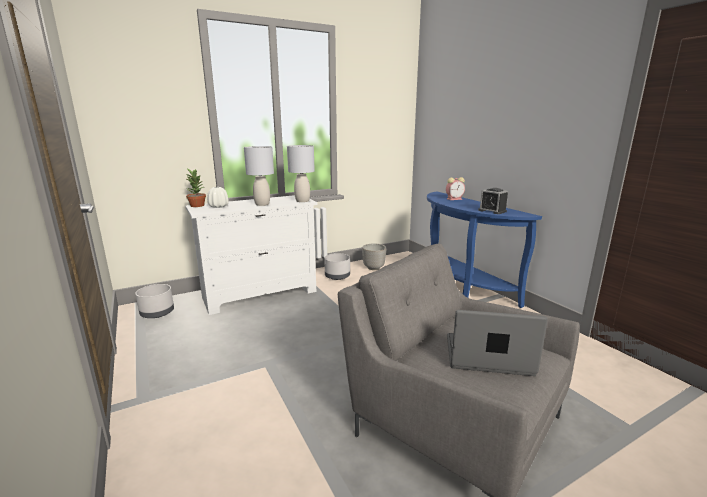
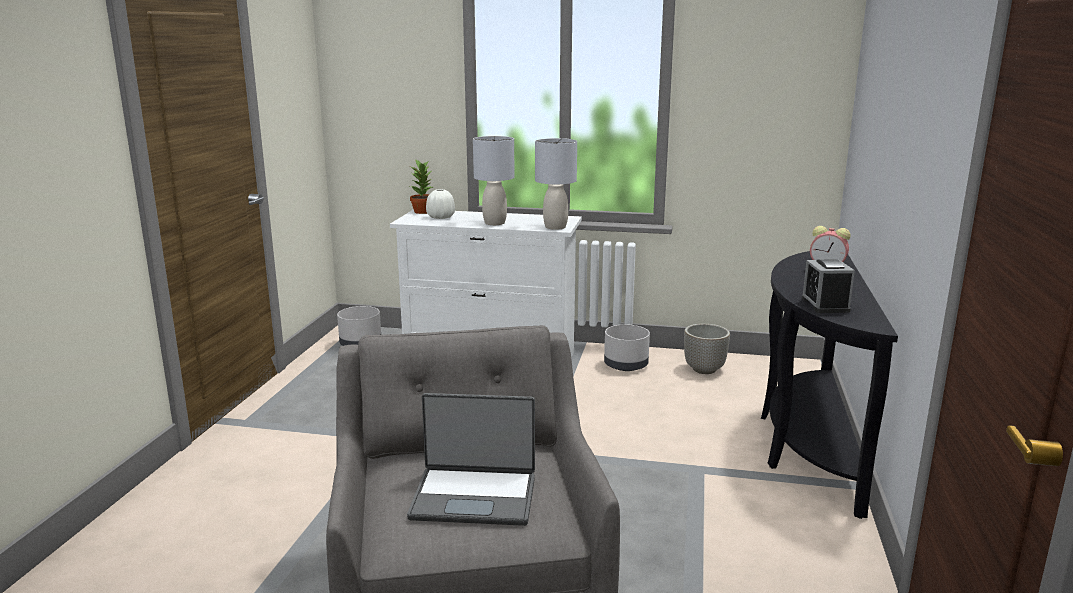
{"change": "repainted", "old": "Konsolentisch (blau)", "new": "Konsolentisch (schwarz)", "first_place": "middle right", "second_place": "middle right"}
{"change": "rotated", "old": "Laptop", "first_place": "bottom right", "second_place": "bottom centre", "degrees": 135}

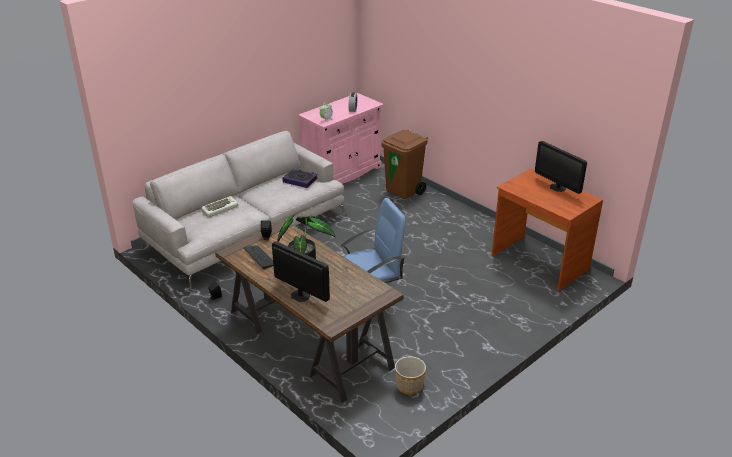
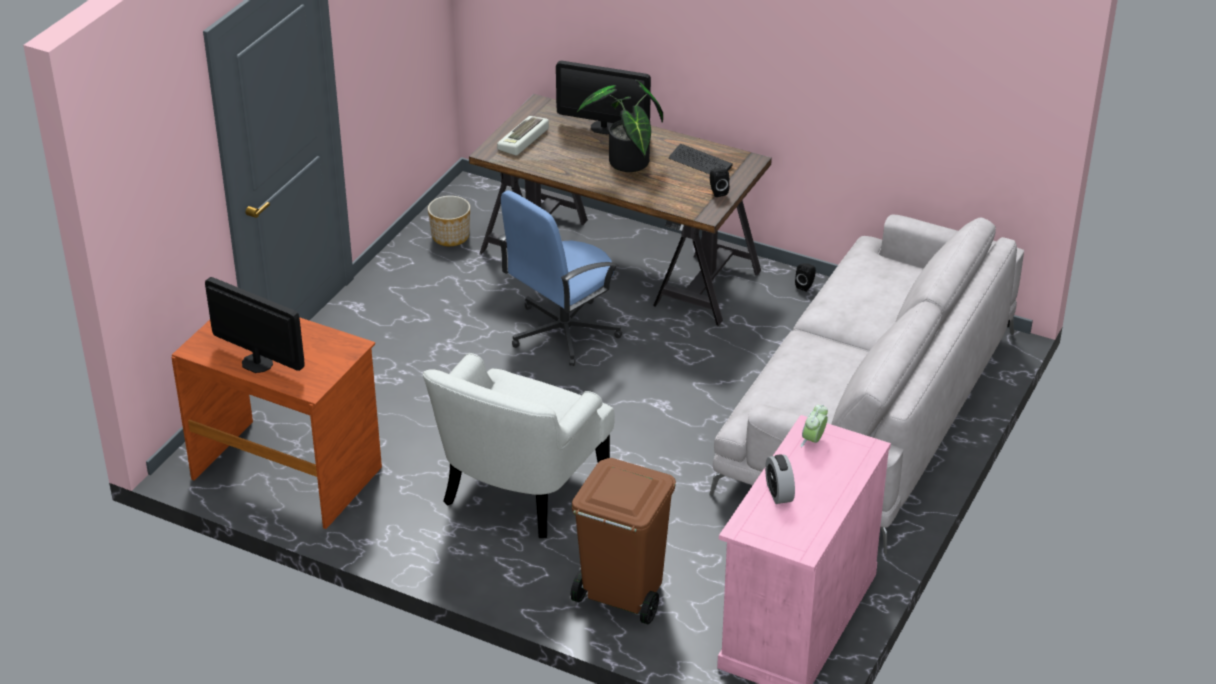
{"change": "gone", "old": "Buch", "first_place": "centre"}
{"change": "new", "new": "Sessel (weiß)", "second_place": "centre"}
{"change": "shifted", "old": "Tastatur (no. 1 from left)", "first_place": "middle left", "second_place": "top centre"}

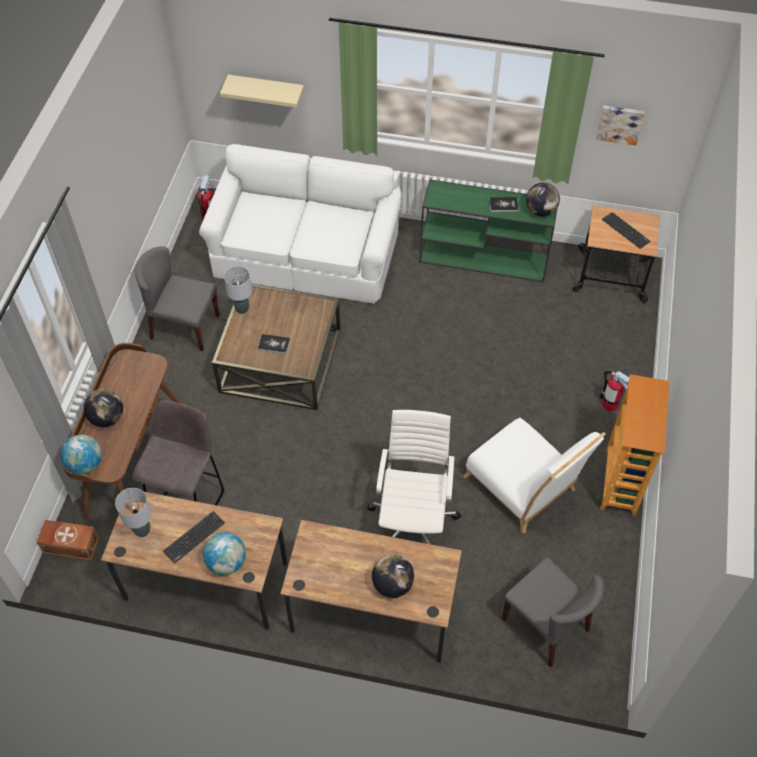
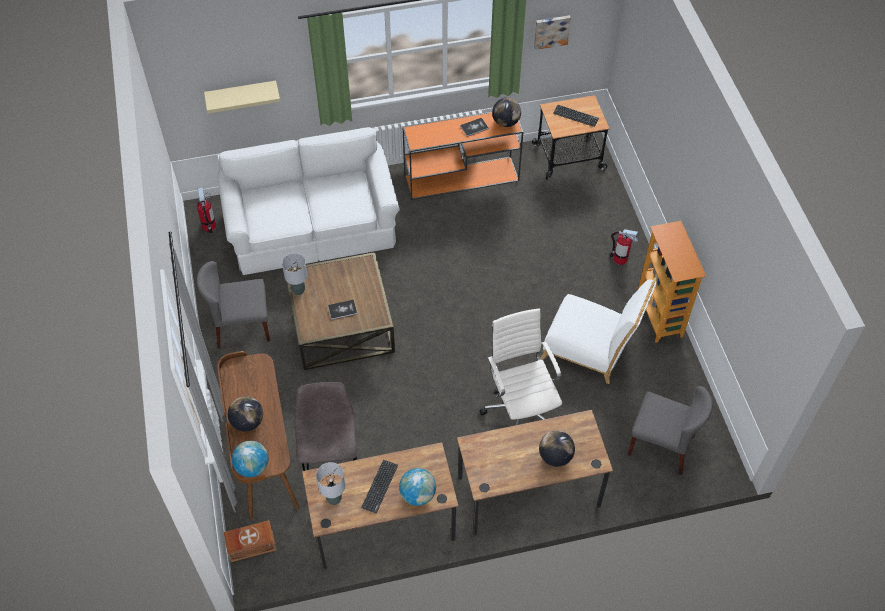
{"change": "repainted", "old": "Konsolentisch (grün)", "new": "Konsolentisch (orange)", "first_place": "top centre", "second_place": "top centre"}

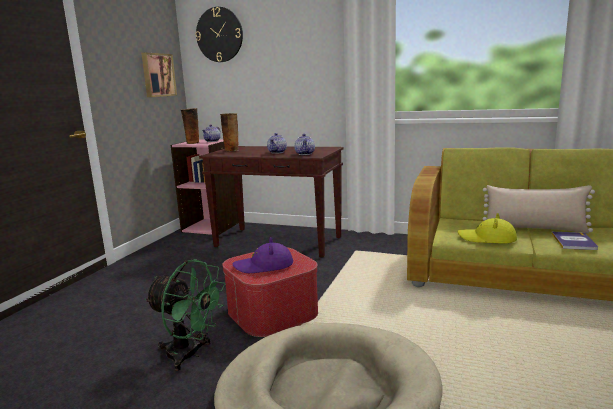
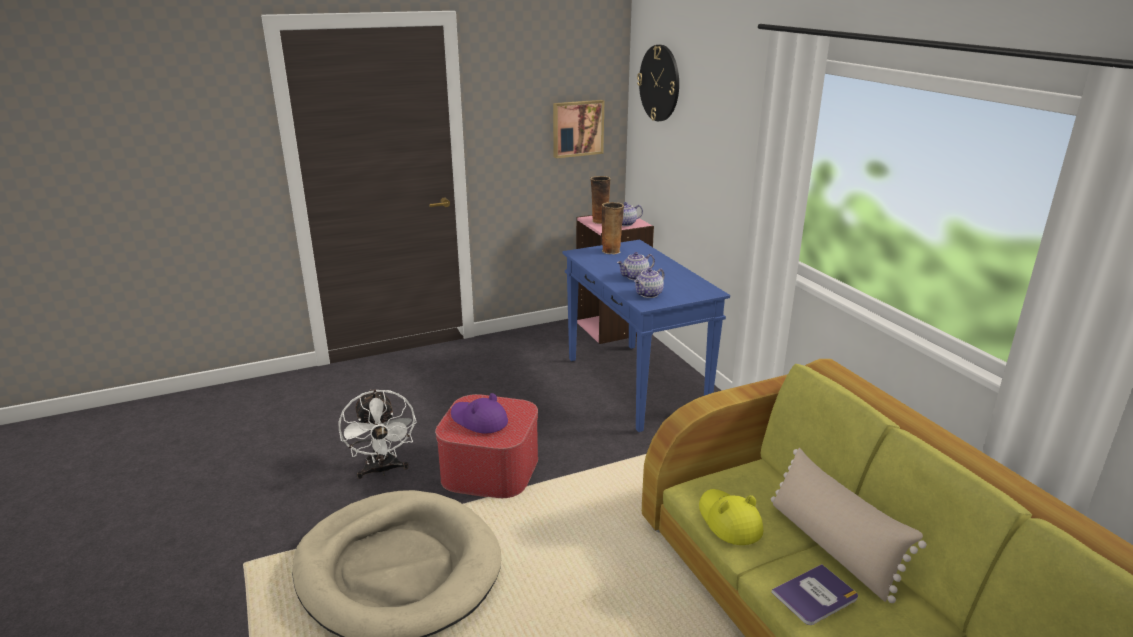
{"change": "repainted", "old": "Ventilator (grün)", "new": "Ventilator (weiß)", "first_place": "bottom left", "second_place": "bottom centre"}
{"change": "repainted", "old": "Konsolentisch (braun)", "new": "Konsolentisch (blau)", "first_place": "centre", "second_place": "centre"}

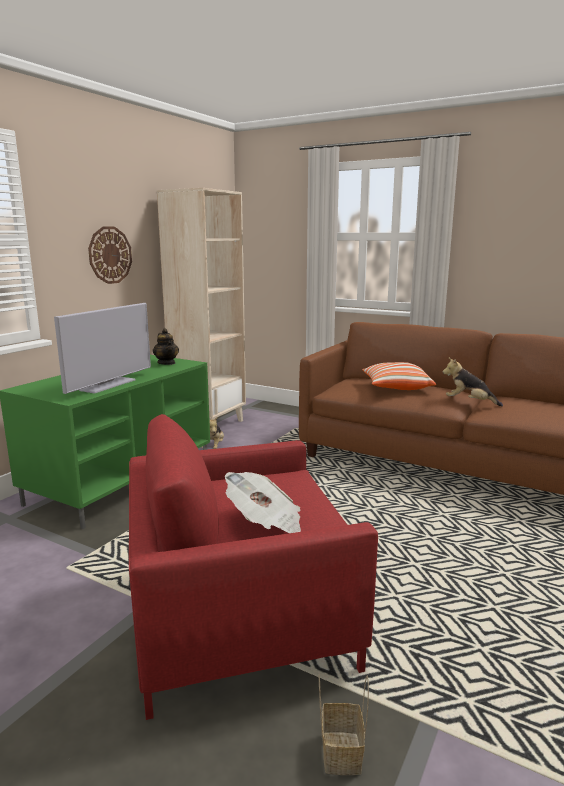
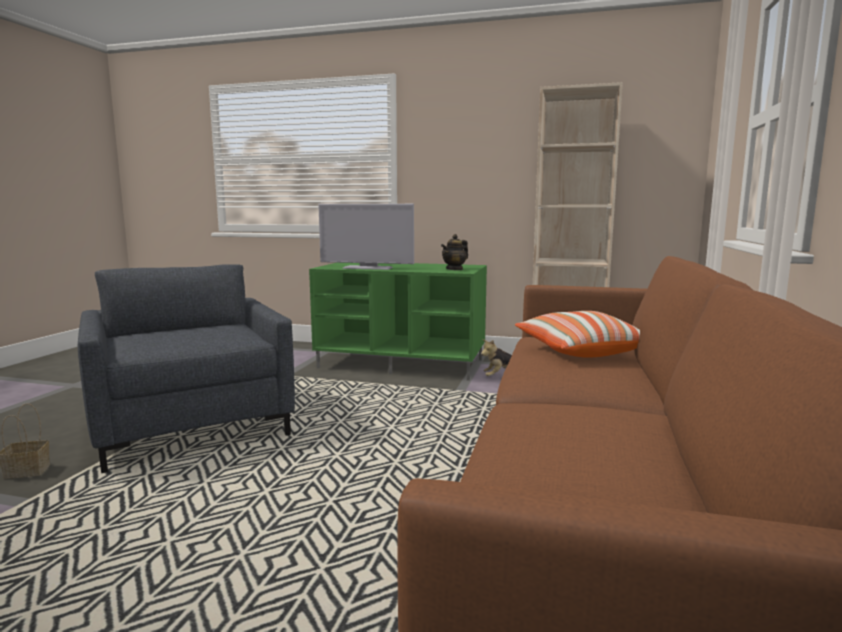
{"change": "gone", "old": "Wanduhr", "first_place": "top left"}
{"change": "gone", "old": "Zeitung", "first_place": "centre"}
{"change": "gone", "old": "Plüschtier (no. 2 from left)", "first_place": "middle right"}
{"change": "repainted", "old": "Sessel (rot)", "new": "Sessel (grau)", "first_place": "bottom centre", "second_place": "middle left"}

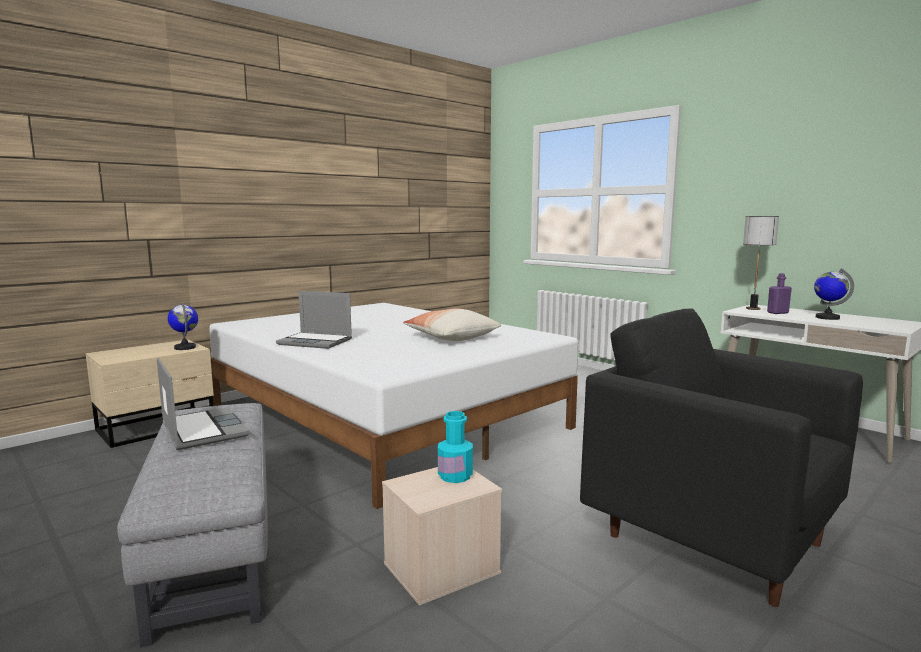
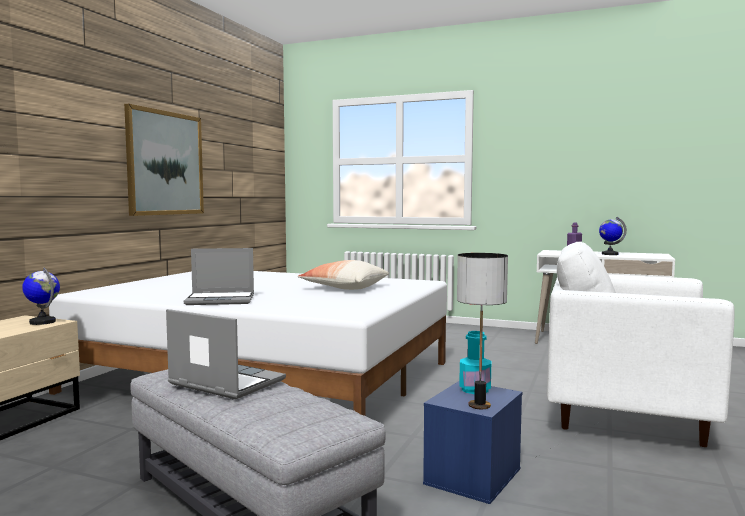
{"change": "new", "new": "Bild", "second_place": "top left"}
{"change": "shifted", "old": "Tischlampe", "first_place": "middle right", "second_place": "centre"}
{"change": "repainted", "old": "Aufbewahrungsbox (beige)", "new": "Aufbewahrungsbox (blau)", "first_place": "bottom centre", "second_place": "bottom centre"}
{"change": "repainted", "old": "Sessel (schwarz)", "new": "Sessel (weiß)", "first_place": "bottom right", "second_place": "bottom right"}

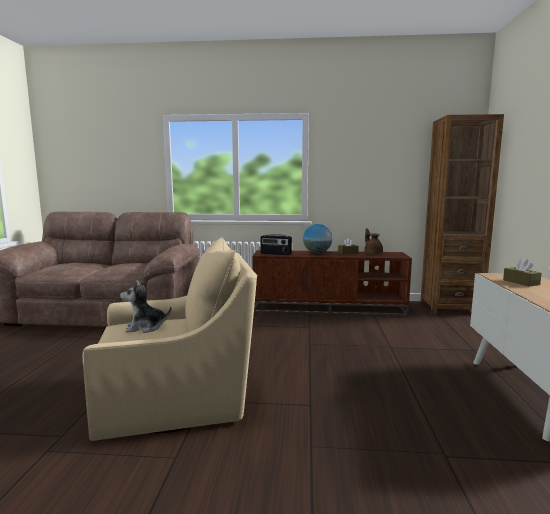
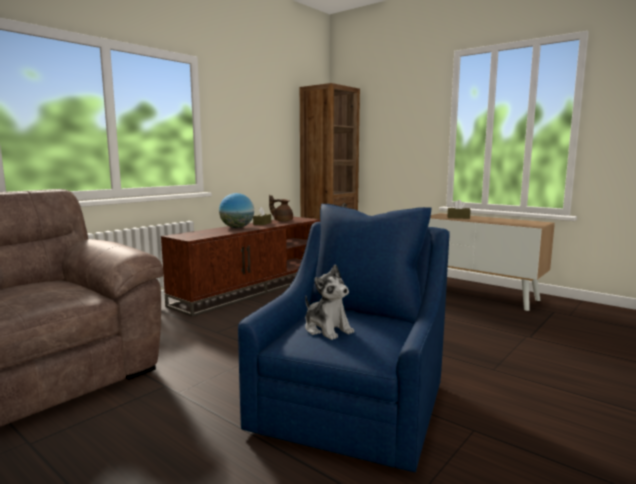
{"change": "gone", "old": "Radio", "first_place": "centre"}
{"change": "repainted", "old": "Sessel (beige)", "new": "Sessel (blau)", "first_place": "middle left", "second_place": "bottom centre"}
{"change": "rotated", "old": "Plüschtier", "first_place": "middle left", "second_place": "centre", "degrees": -60}

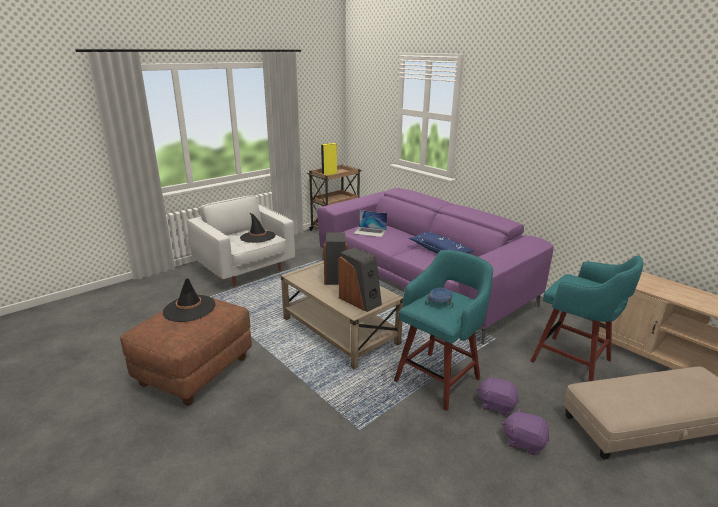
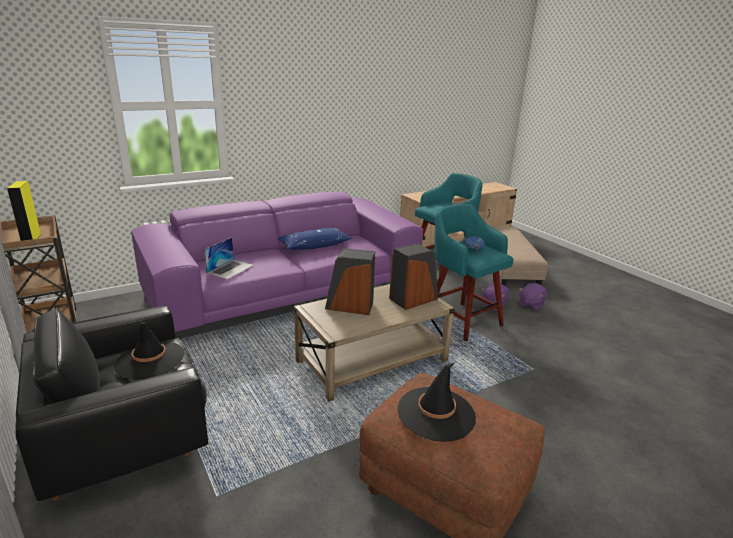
{"change": "repainted", "old": "Sessel (weiß)", "new": "Sessel (schwarz)", "first_place": "centre", "second_place": "bottom left"}

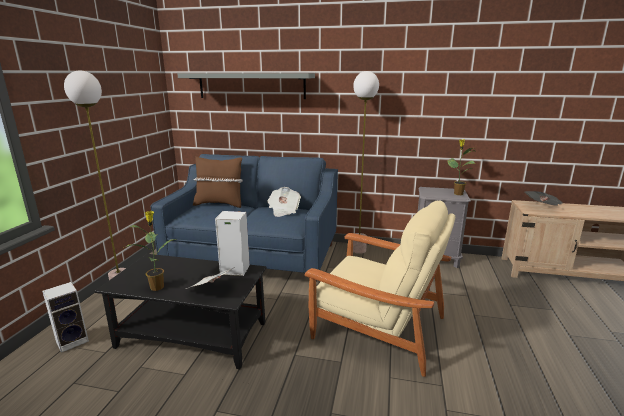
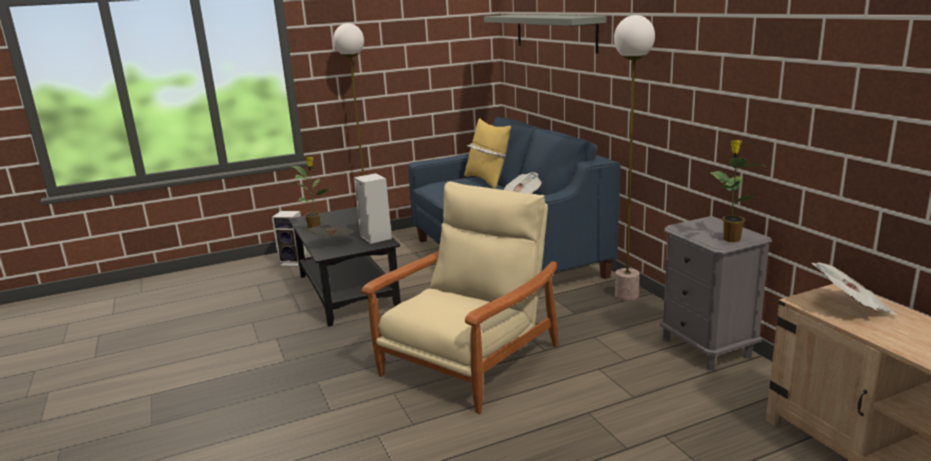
{"change": "repainted", "old": "Kissen (braun)", "new": "Kissen (gelb)", "first_place": "centre", "second_place": "top centre"}
{"change": "rotated", "old": "Sessel (beige)", "first_place": "bottom centre", "second_place": "centre", "degrees": -135}

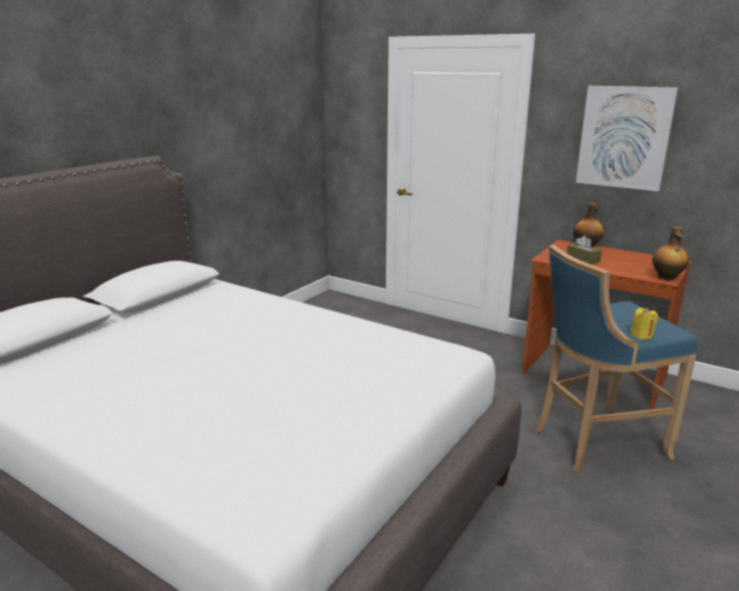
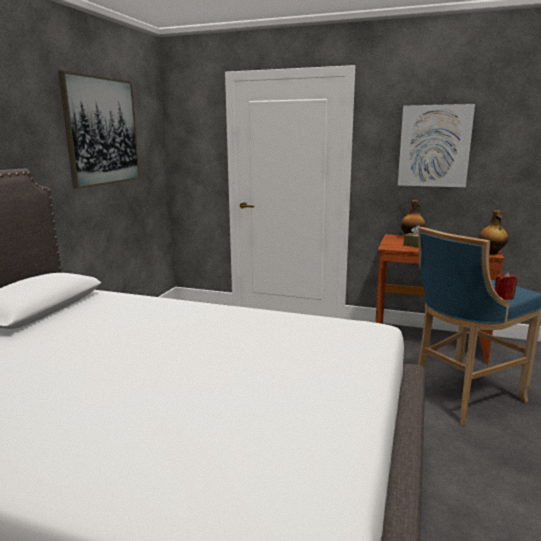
{"change": "new", "new": "Bild (no. 1 from left)", "second_place": "top left"}
{"change": "repainted", "old": "Kerze (gelb)", "new": "Kerze (rot)", "first_place": "middle right", "second_place": "middle right"}

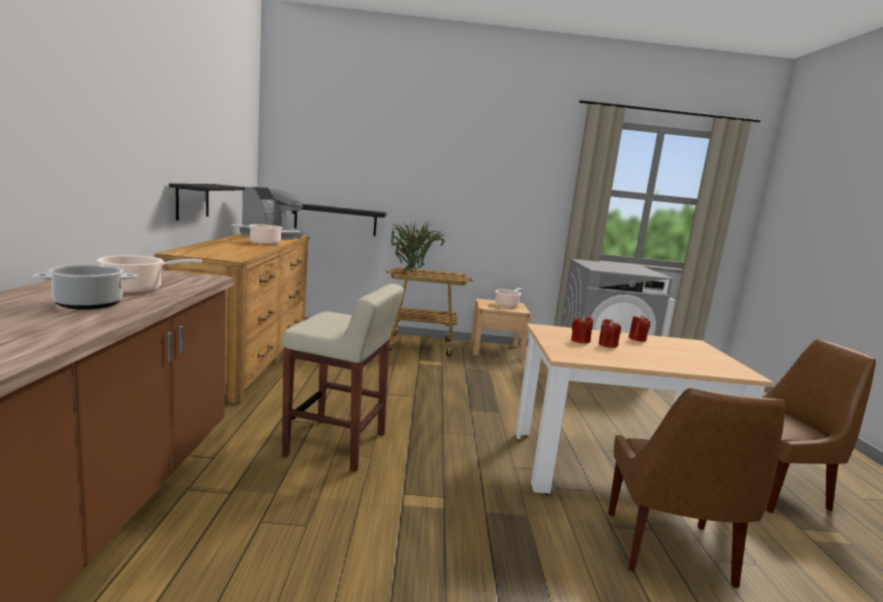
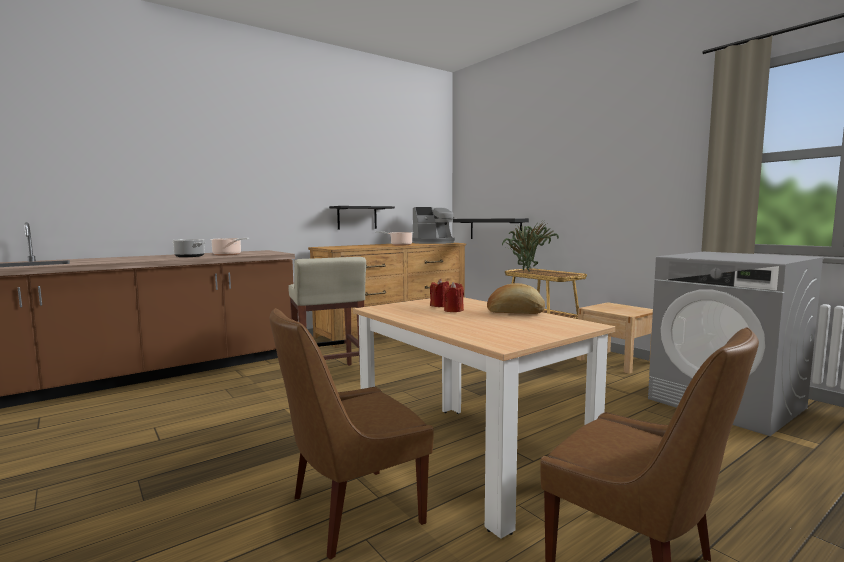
{"change": "gone", "old": "Kochtopf (no. 4 from left)", "first_place": "centre"}
{"change": "swapped", "old": "Kerze (rot) (no. 3 from left)", "new": "Brot", "first_place": "middle right", "second_place": "centre"}

